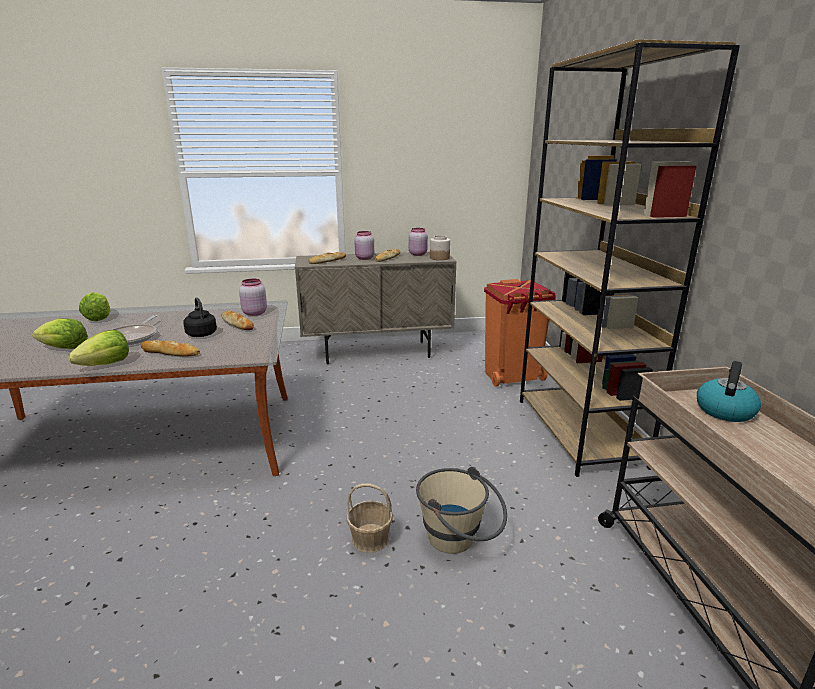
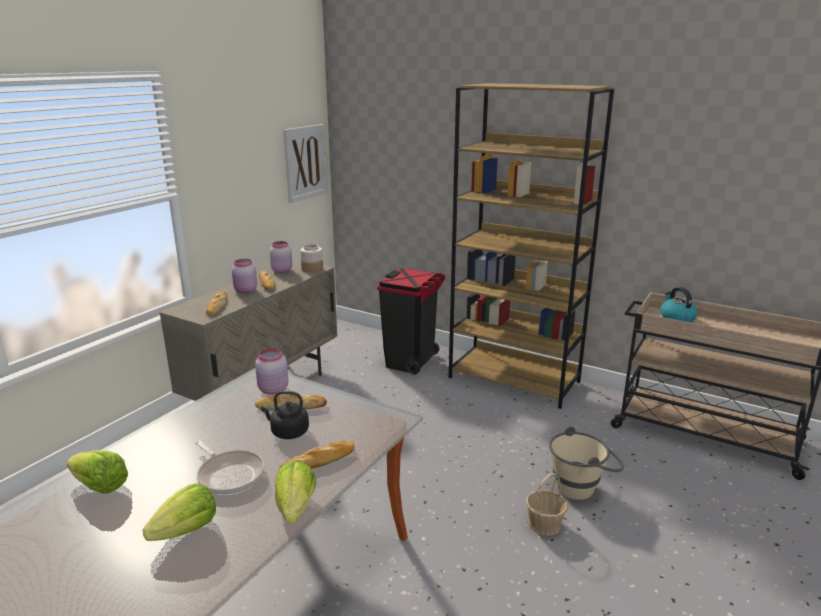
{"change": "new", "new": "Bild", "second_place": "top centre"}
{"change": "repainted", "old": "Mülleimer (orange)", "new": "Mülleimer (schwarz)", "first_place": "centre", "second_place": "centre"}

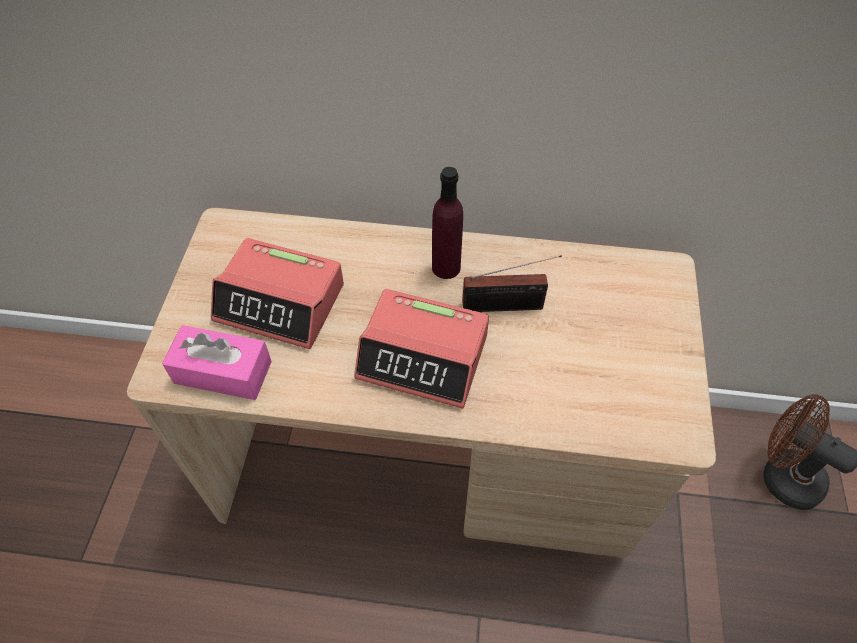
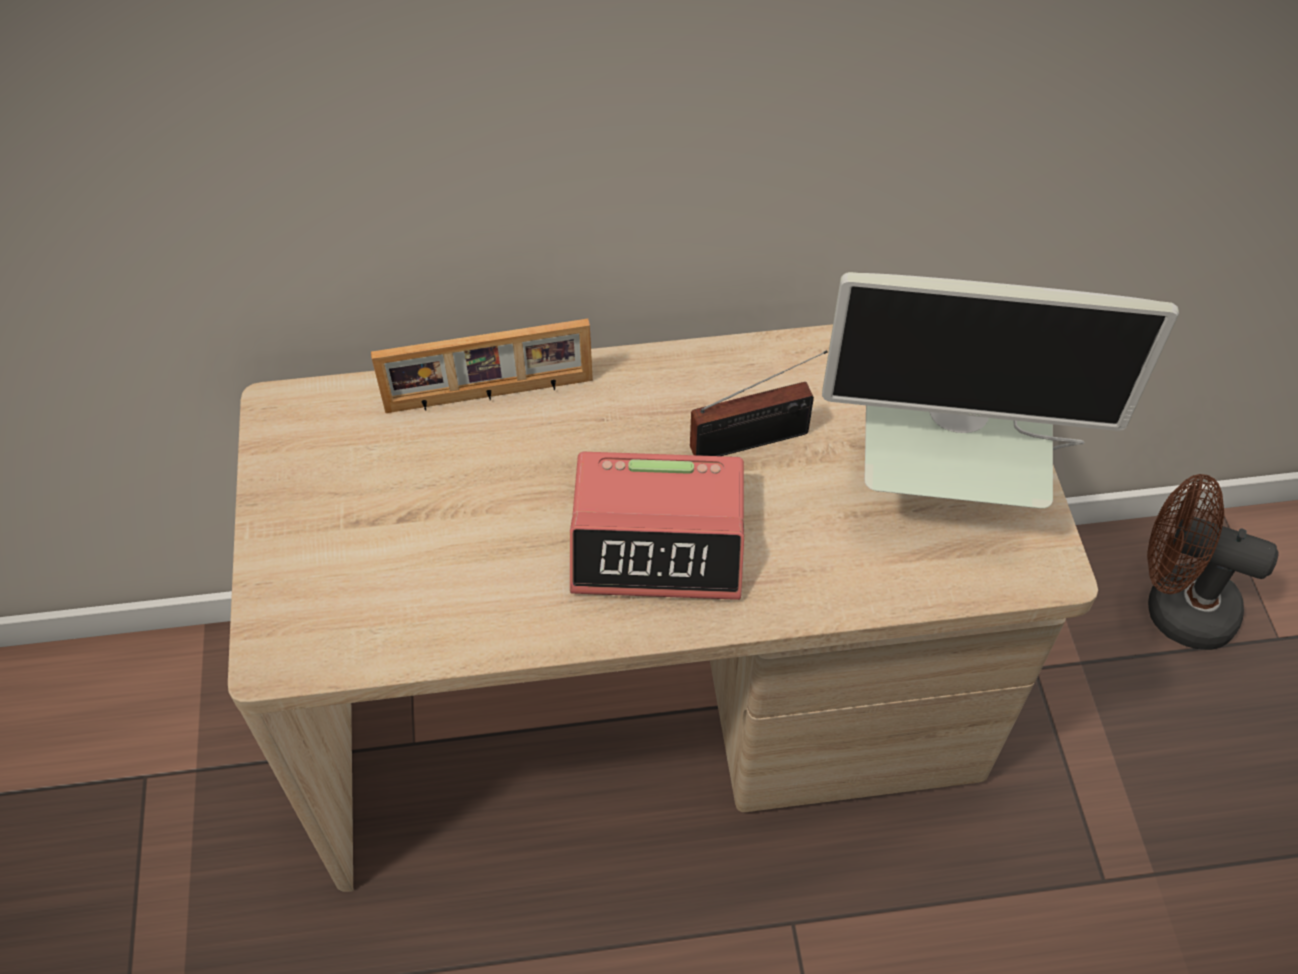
{"change": "gone", "old": "Taschentuchbox (rosa)", "first_place": "middle left"}
{"change": "gone", "old": "Wecker (no. 1 from left)", "first_place": "middle left"}
{"change": "gone", "old": "Flasche (lila)", "first_place": "centre"}
{"change": "new", "new": "Bilderrahmen", "second_place": "centre"}
{"change": "new", "new": "Monitor", "second_place": "middle right"}

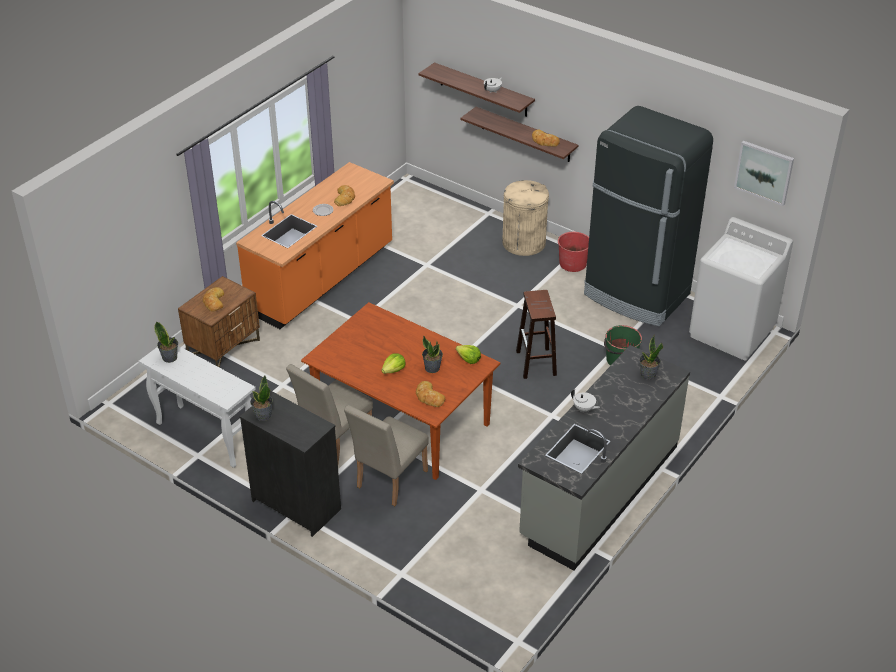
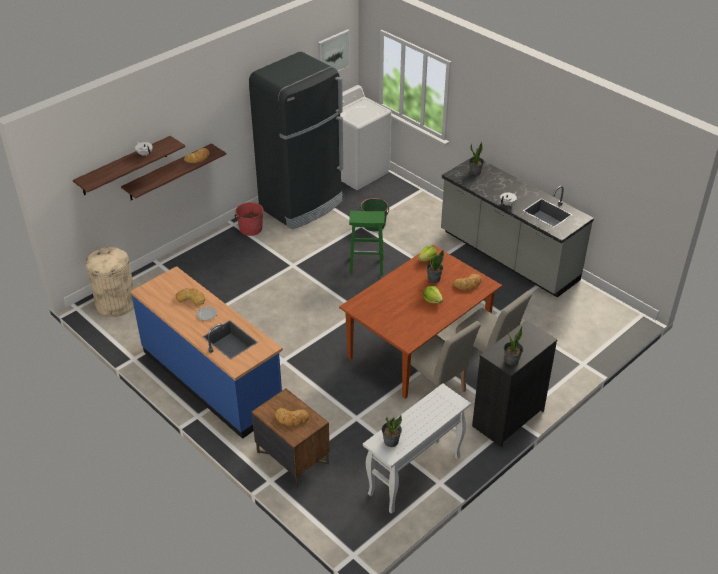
{"change": "shifted", "old": "Mülleimer (beige)", "first_place": "top centre", "second_place": "middle left"}
{"change": "repainted", "old": "Küchenzeile (orange)", "new": "Küchenzeile (blau)", "first_place": "centre", "second_place": "middle left"}
{"change": "repainted", "old": "Hocker (braun)", "new": "Hocker (grün)", "first_place": "centre", "second_place": "centre"}

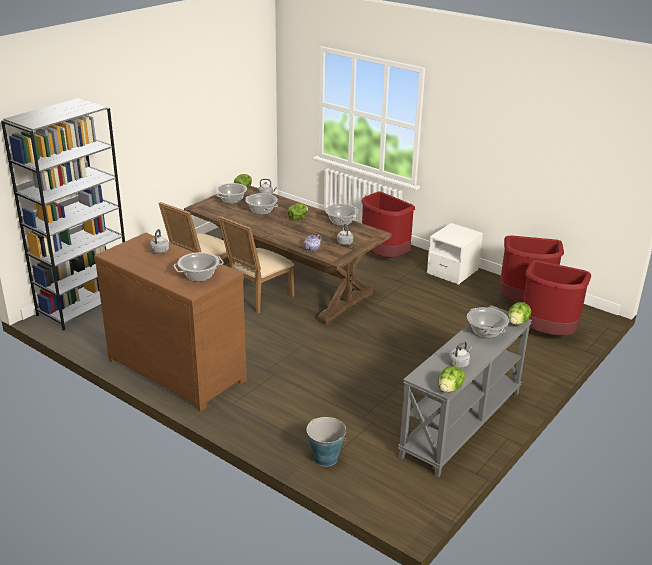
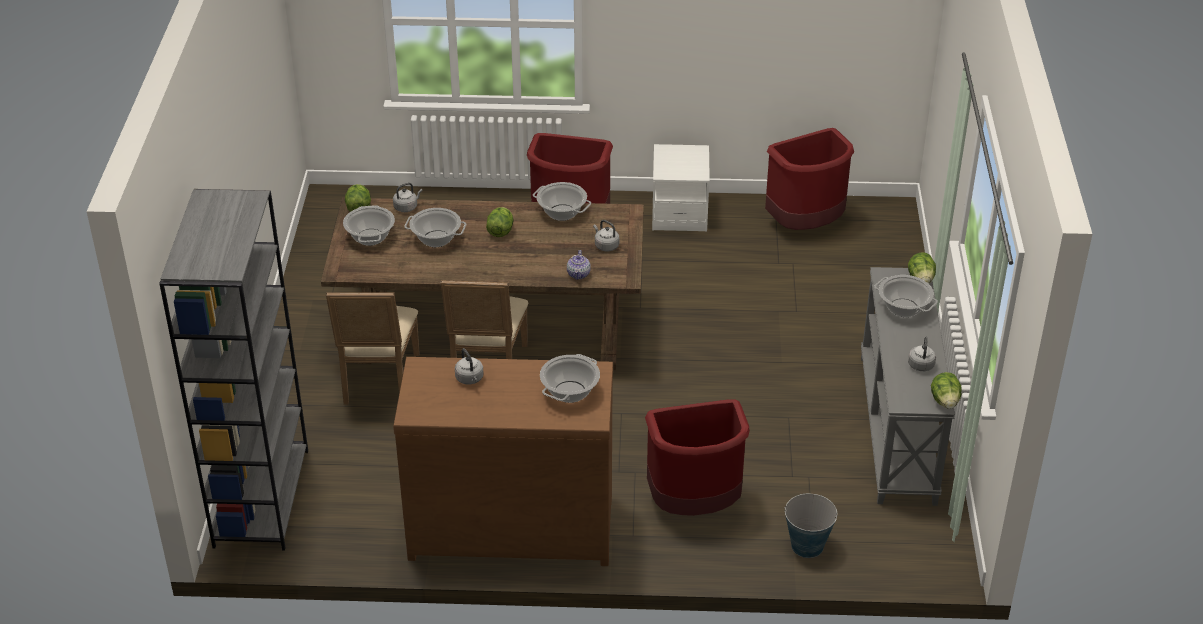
{"change": "shifted", "old": "Mülleimer (rot) (no. 3 from left in the first image)", "new": "Mülleimer (rot) (no. 2 from left)", "first_place": "middle right", "second_place": "bottom centre"}

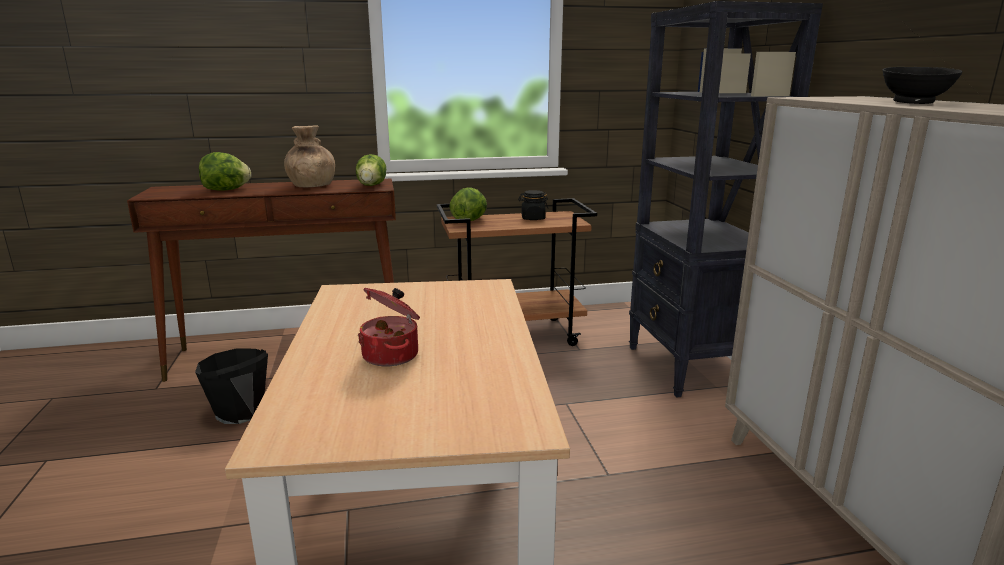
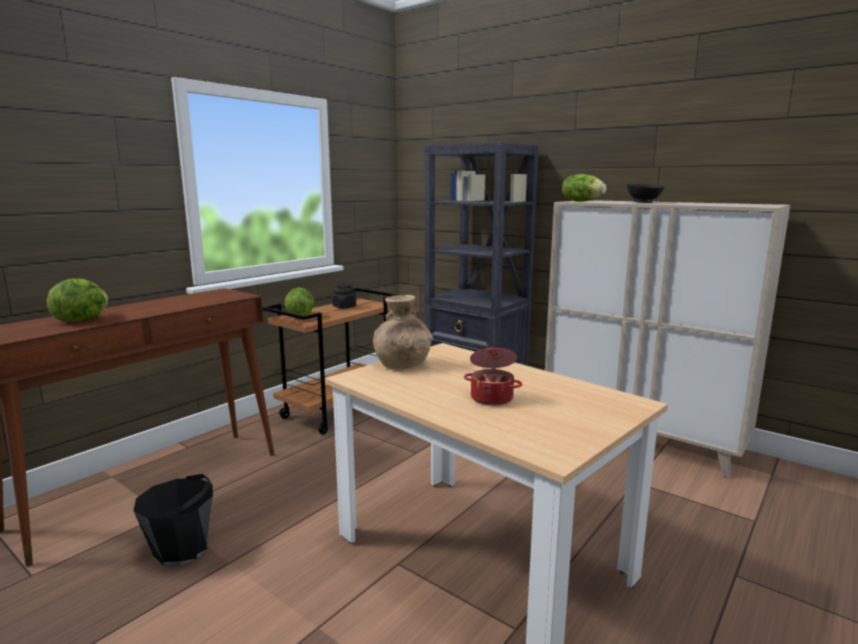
{"change": "shifted", "old": "Vase (braun)", "first_place": "top left", "second_place": "centre"}
{"change": "shifted", "old": "Salatkopf (no. 2 from left in the first image)", "new": "Salatkopf (no. 3 from left)", "first_place": "top centre", "second_place": "top right"}

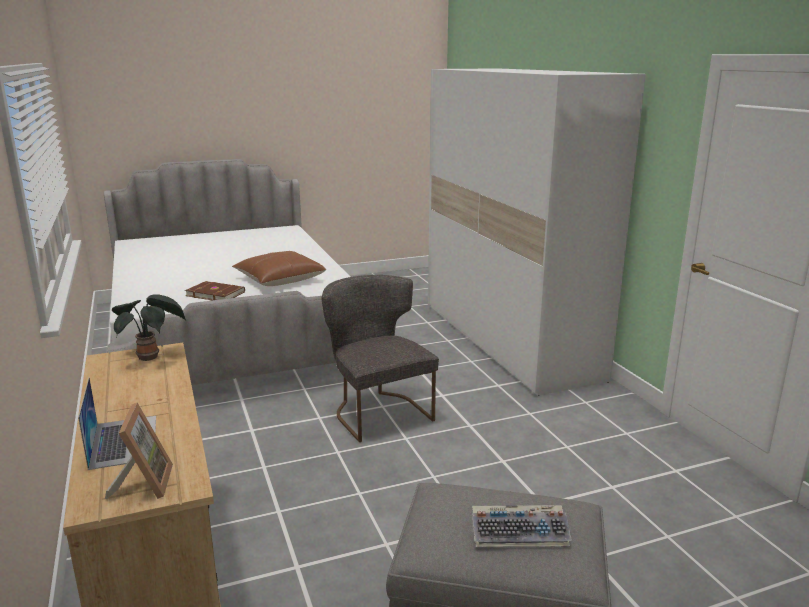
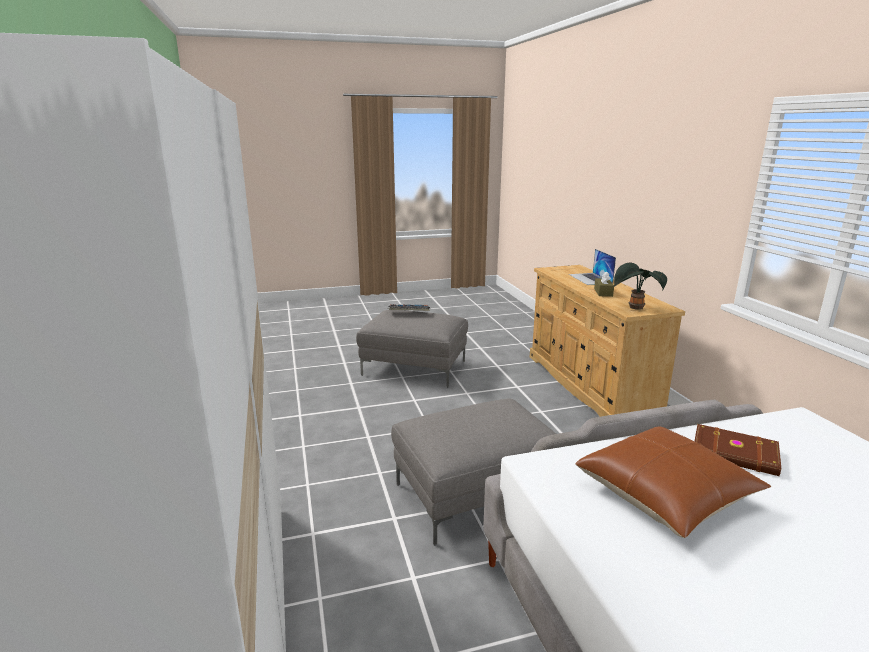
{"change": "gone", "old": "Bilderrahmen", "first_place": "bottom left"}
{"change": "new", "new": "Taschentuchbox (braun)", "second_place": "middle right"}
{"change": "swapped", "old": "Stuhl (grau)", "new": "Polsterhocker (grau) (no. 2 from left)", "first_place": "centre", "second_place": "bottom centre"}

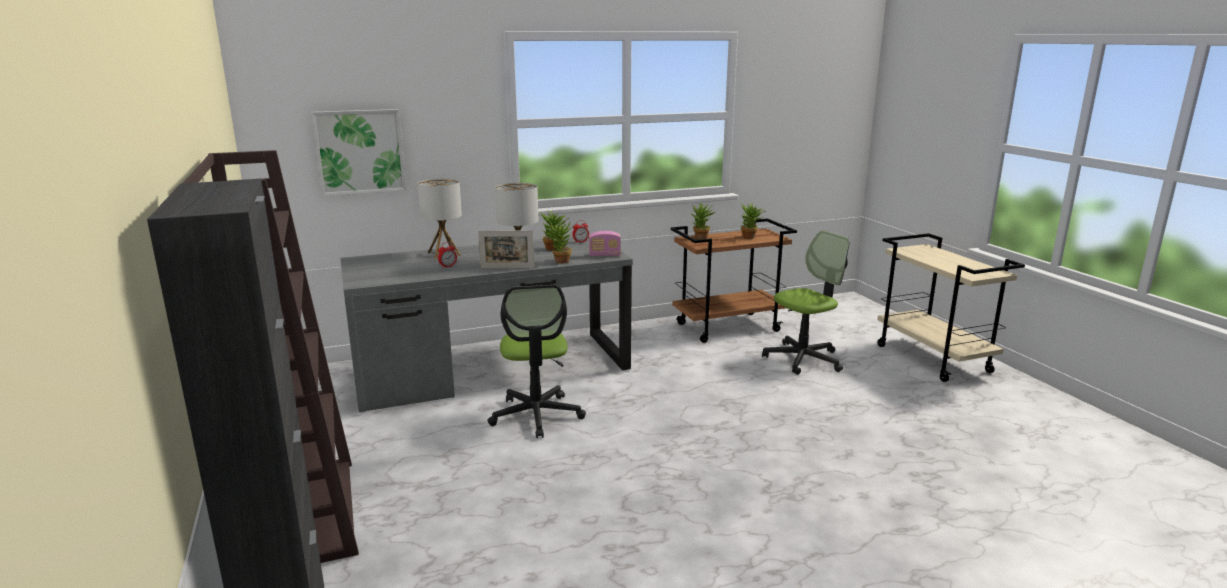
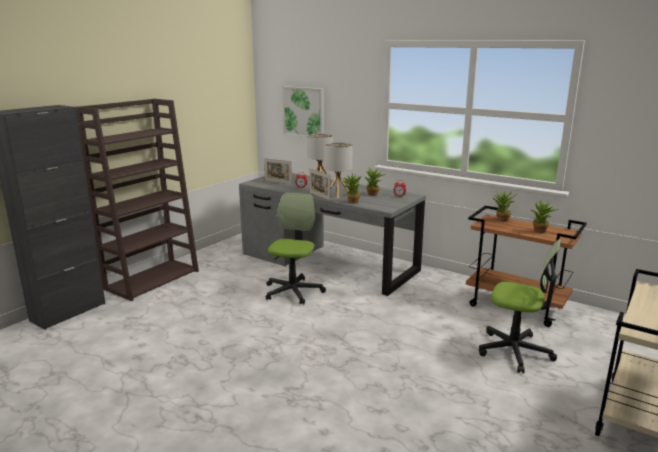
{"change": "gone", "old": "Radio", "first_place": "centre"}
{"change": "new", "new": "Bilderrahmen (no. 1 from left)", "second_place": "centre"}
{"change": "rotated", "old": "Bürostuhl (no. 1 from left)", "first_place": "centre", "second_place": "centre", "degrees": 150}

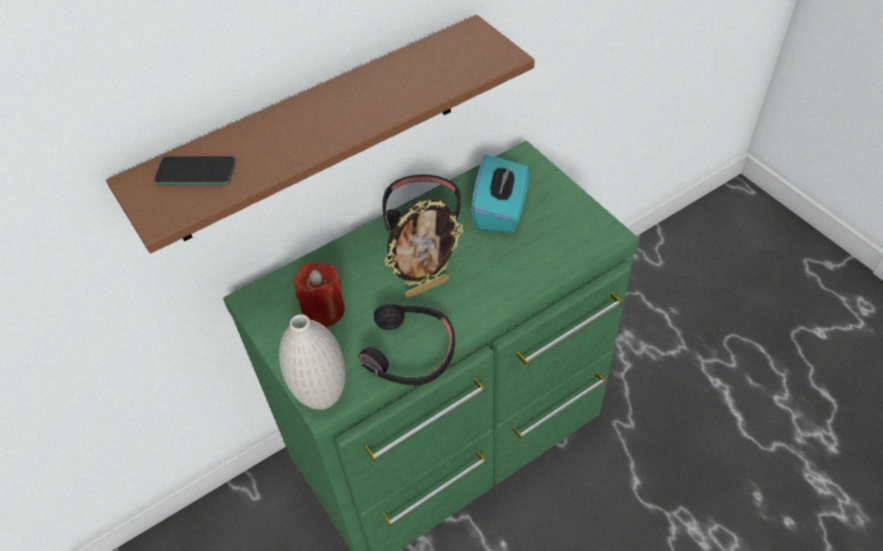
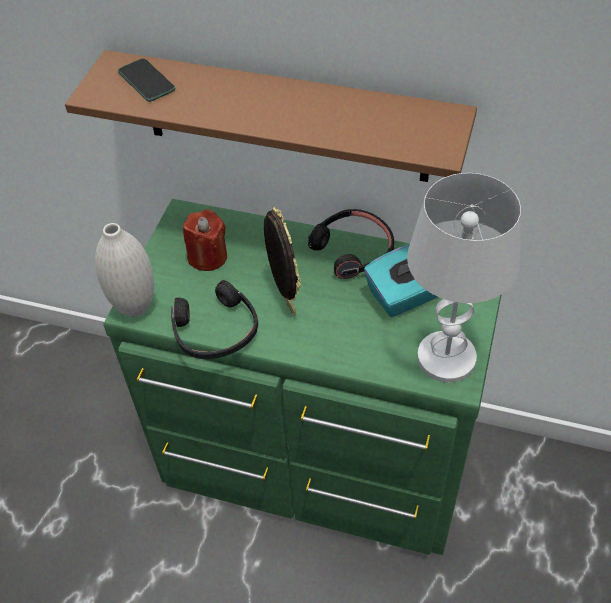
{"change": "new", "new": "Tischlampe (weiß)", "second_place": "middle right"}
{"change": "rotated", "old": "Bilderrahmen", "first_place": "centre", "second_place": "centre", "degrees": -135}

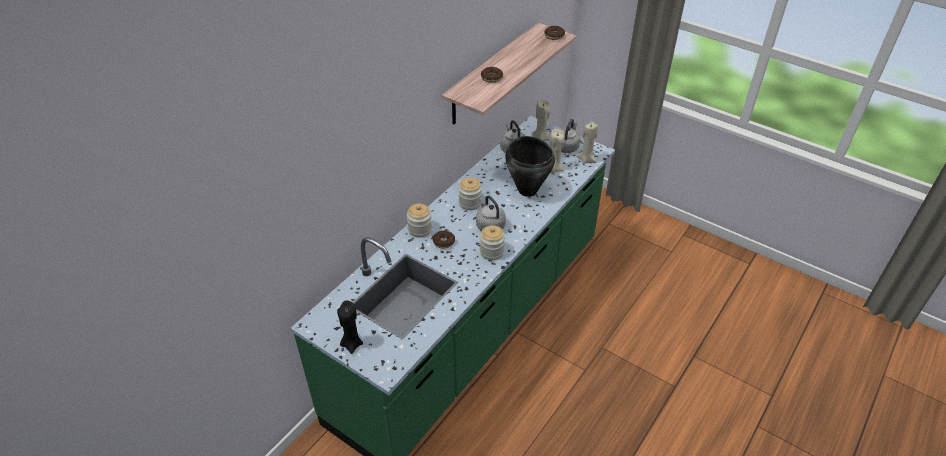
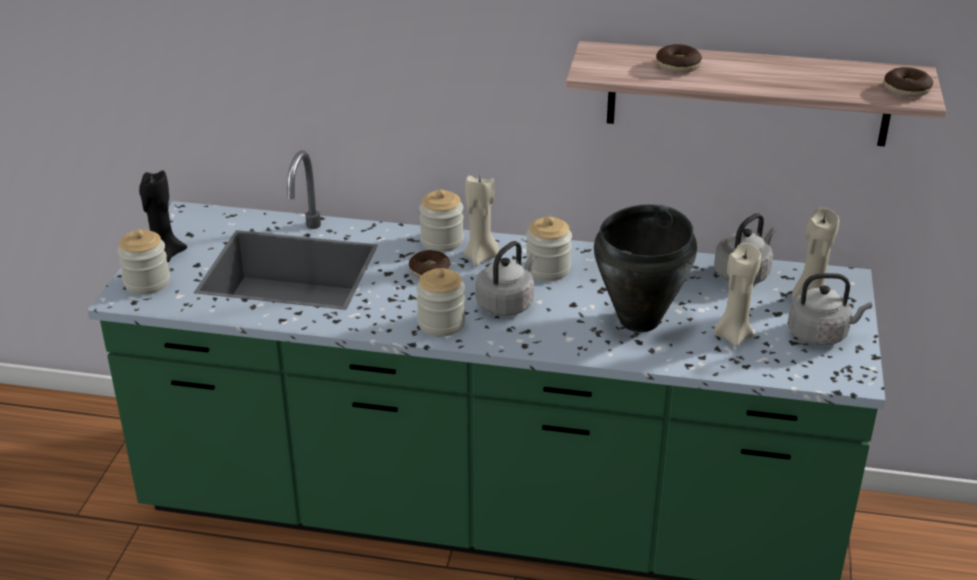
{"change": "new", "new": "Vorratsglas (no. 1 from left)", "second_place": "middle left"}
{"change": "shifted", "old": "Kerze (beige) (no. 3 from left in the first image)", "new": "Kerze (beige) (no. 1 from left)", "first_place": "top centre", "second_place": "centre"}

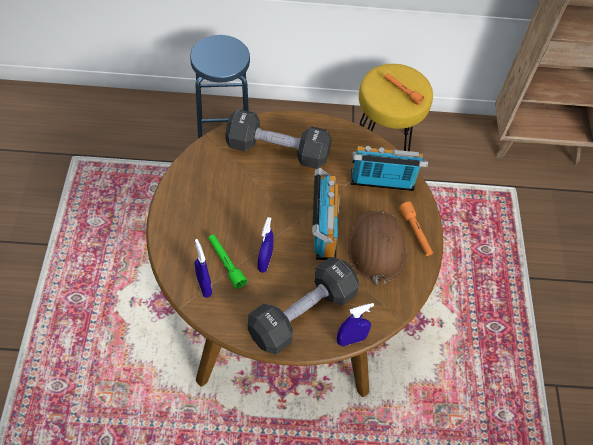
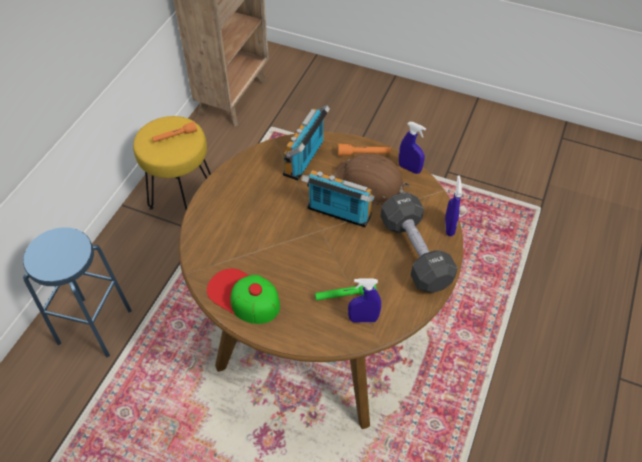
{"change": "gone", "old": "Hantel (schwarz) (no. 1 from left)", "first_place": "top centre"}
{"change": "new", "new": "Kappe", "second_place": "centre"}
{"change": "shifted", "old": "Sprühflasche (blau) (no. 2 from left)", "first_place": "centre", "second_place": "top centre"}

